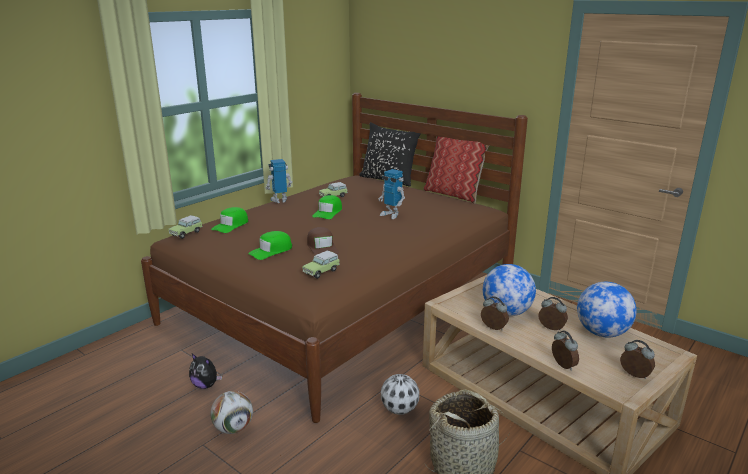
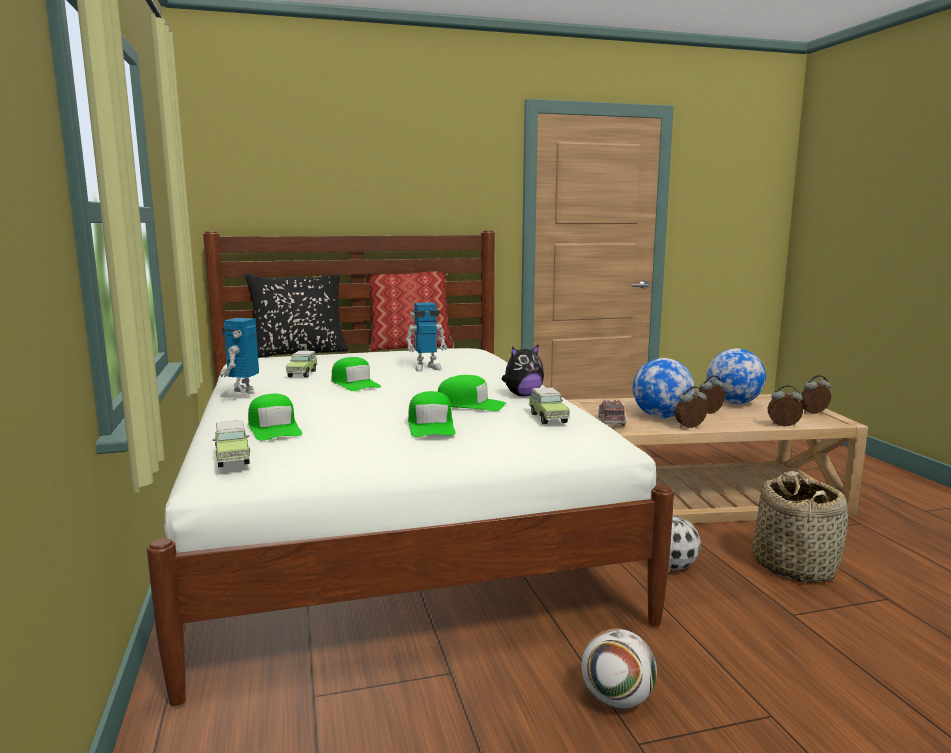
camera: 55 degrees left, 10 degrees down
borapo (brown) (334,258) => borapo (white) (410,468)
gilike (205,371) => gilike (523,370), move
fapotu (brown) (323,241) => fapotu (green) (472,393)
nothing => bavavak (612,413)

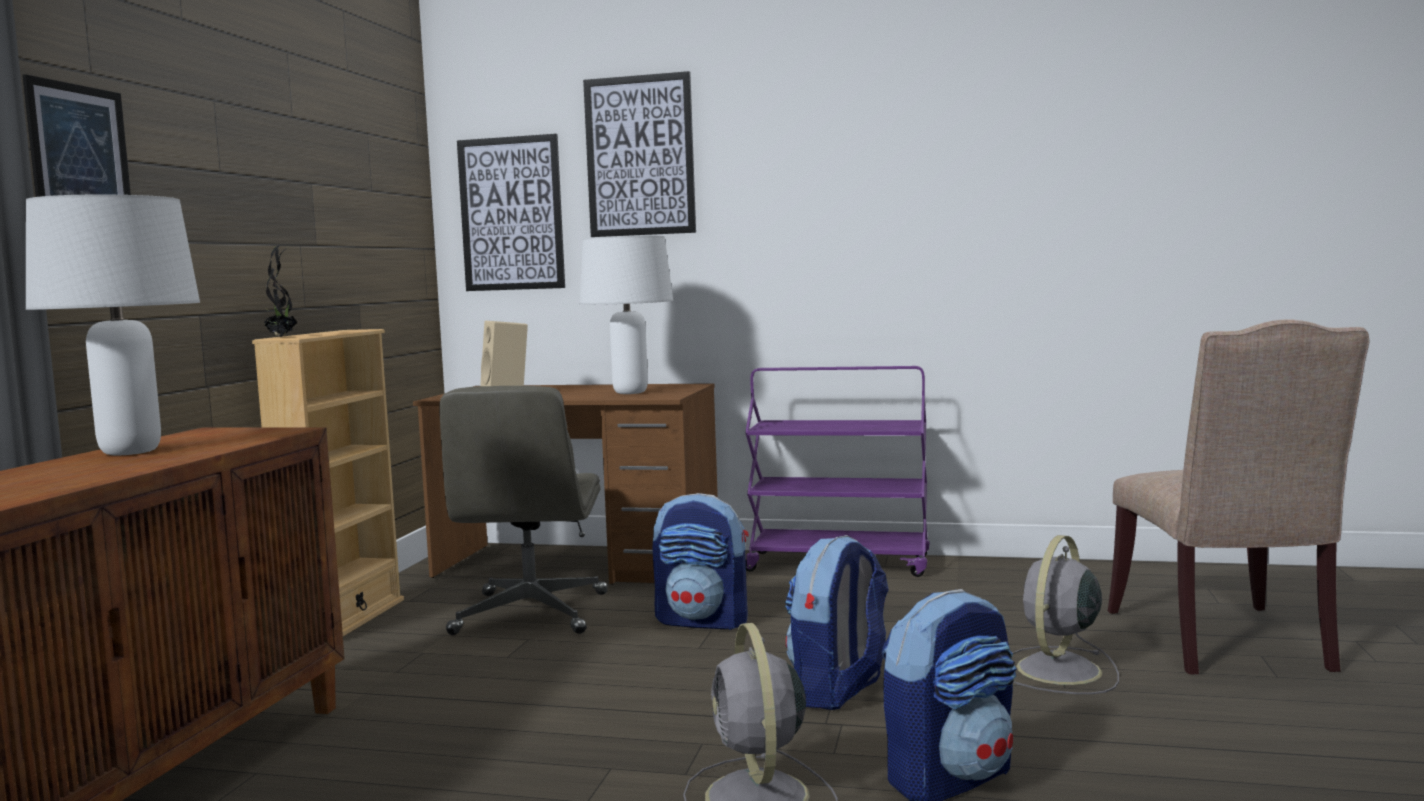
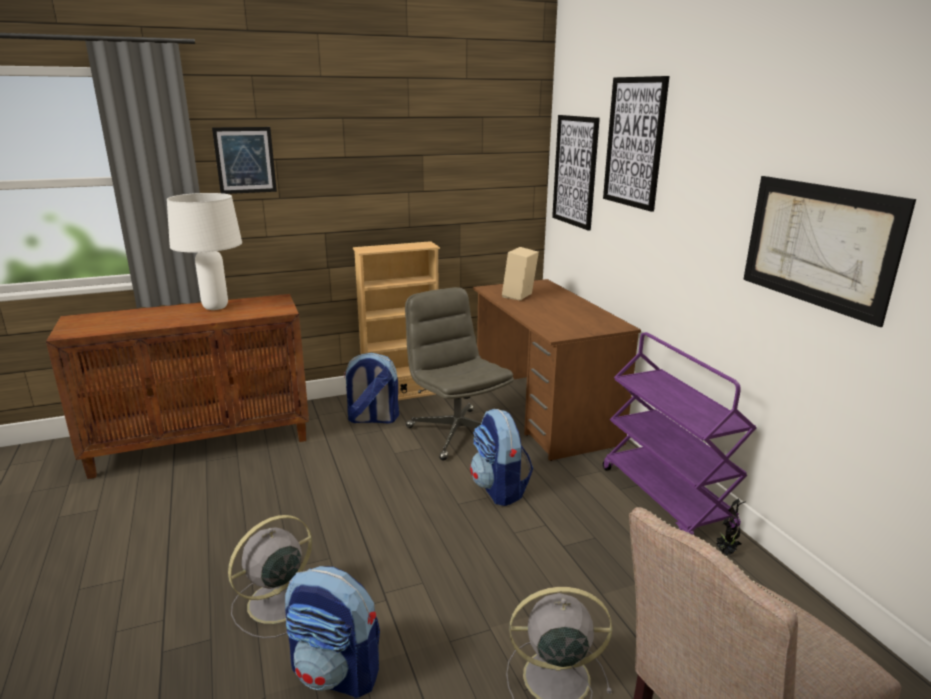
camera: 55 degrees right, 15 degrees up
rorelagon (281,291) => rorelagon (731,527), move
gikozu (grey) (523,510) => gikozu (grey) (459,374), 90 degrees clockwise
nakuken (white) (626,315) => nothing
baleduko (837,622) => baleduko (371,388), move
nothing => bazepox (829,251)

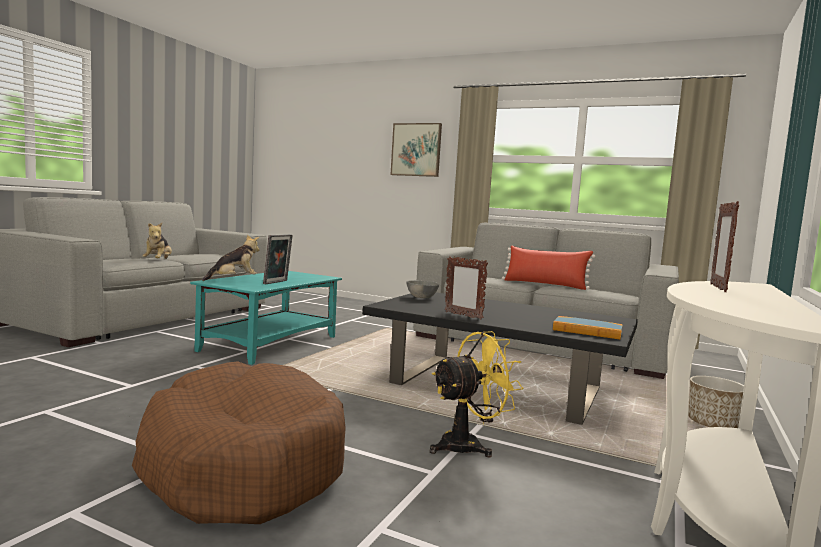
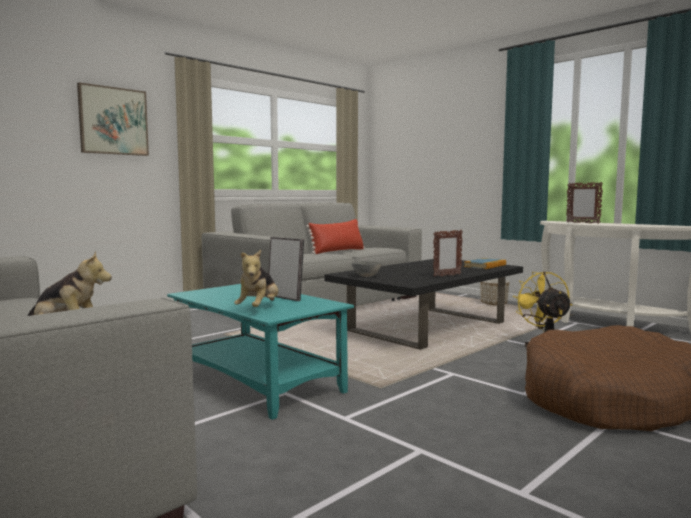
camera: 70 degrees left, 0 degrees up
gilike (231,258) => gilike (256,278), 150 degrees counterclockwise

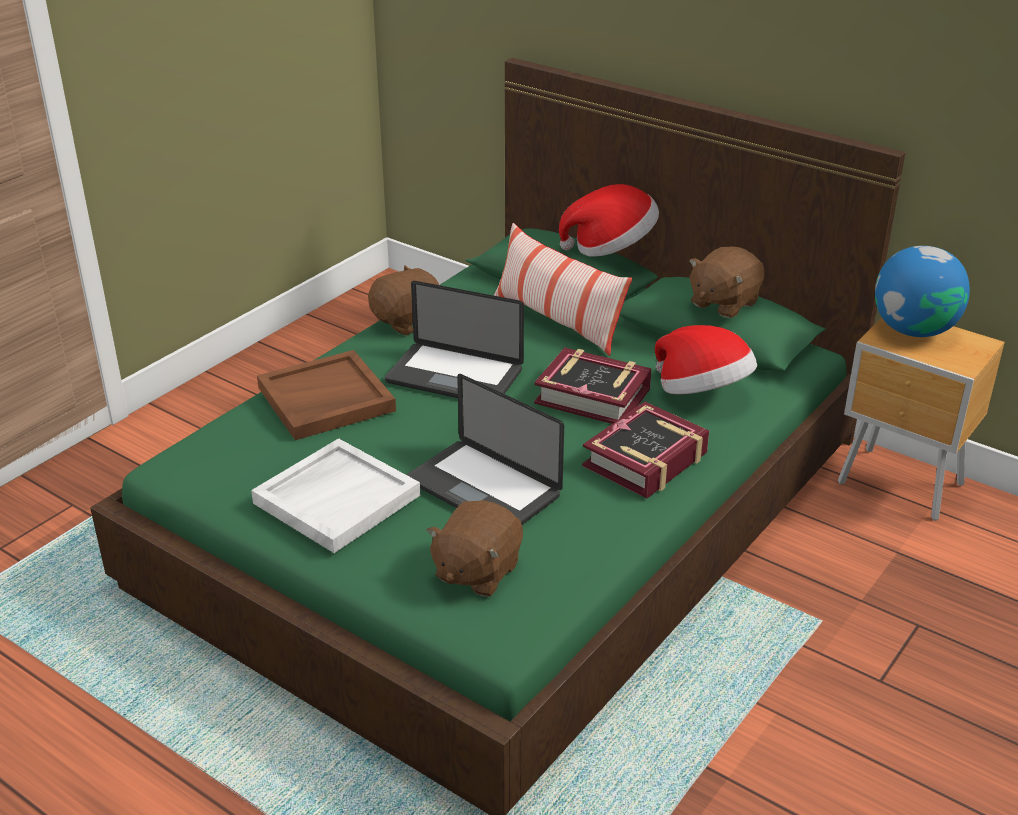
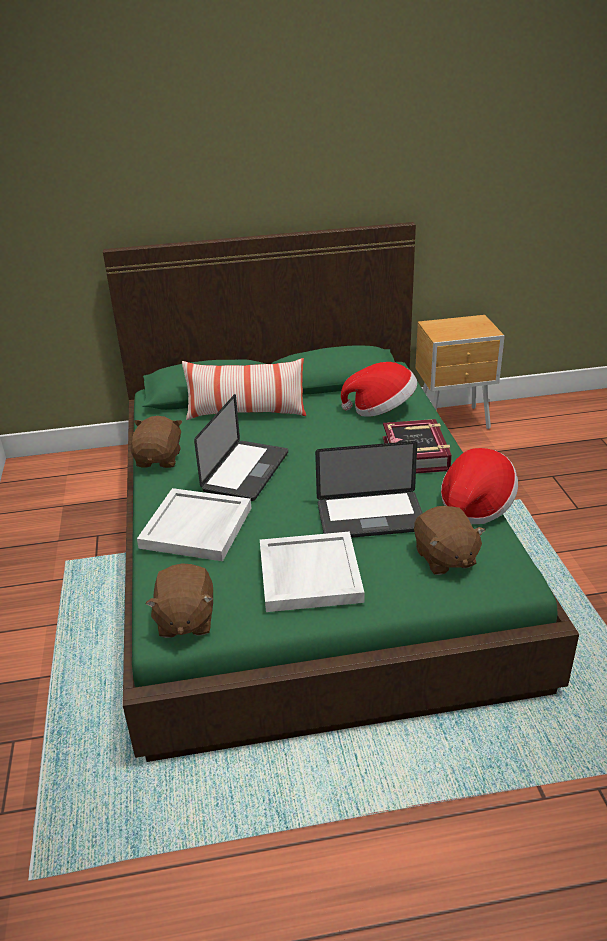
camera: 45 degrees left, 0 degrees up
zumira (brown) (326,395) => zumira (white) (194,524)
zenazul (454,339) => zenazul (241,447), 45 degrees counterclockwise
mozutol (593,385) => nothing
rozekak (609,220) => rozekak (479,486), move
gilike (brown) (727,282) => gilike (brown) (179,601), move
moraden (922,291) => nothing

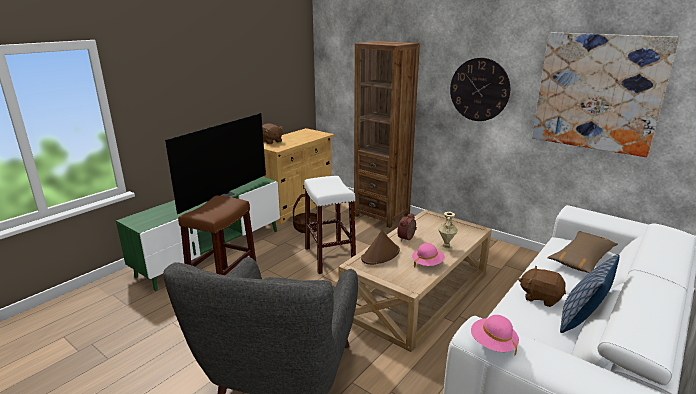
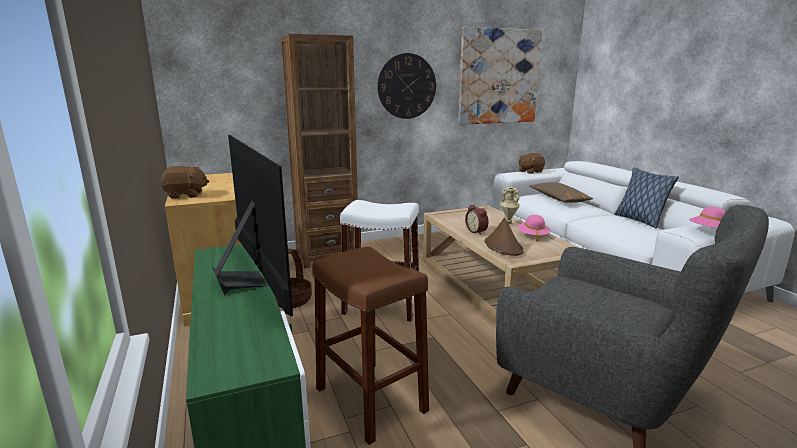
camera: 60 degrees left, 5 degrees down
gilike (brown) (542,286) => gilike (brown) (532,163), move

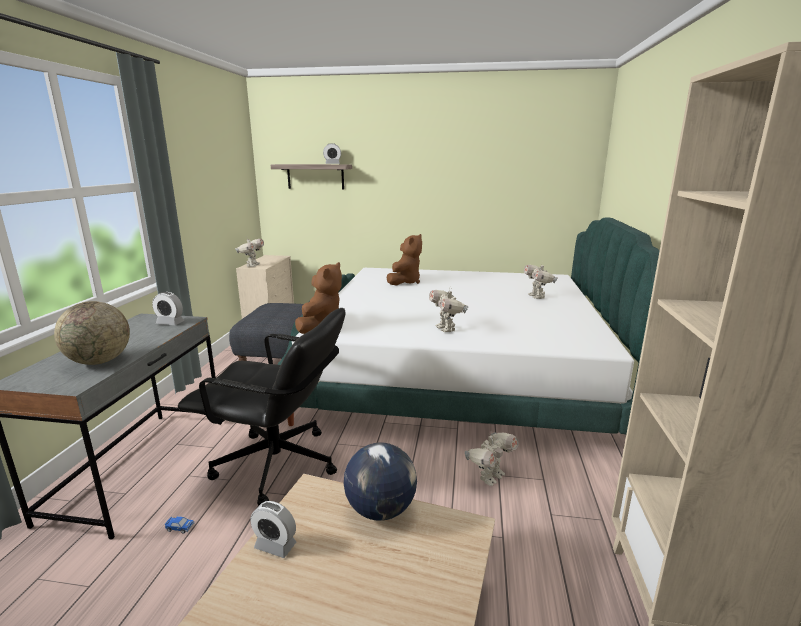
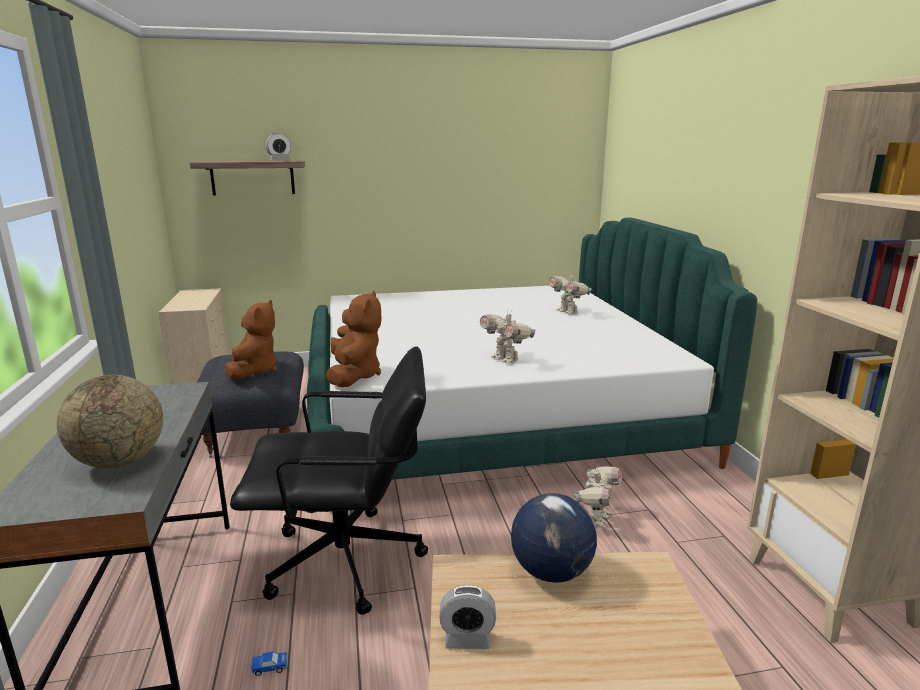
camera: 20 degrees left, 0 degrees up
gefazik (168,308) => nothing
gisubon (249,253) => nothing
gilike (brown) (404,259) => gilike (brown) (251,340), move

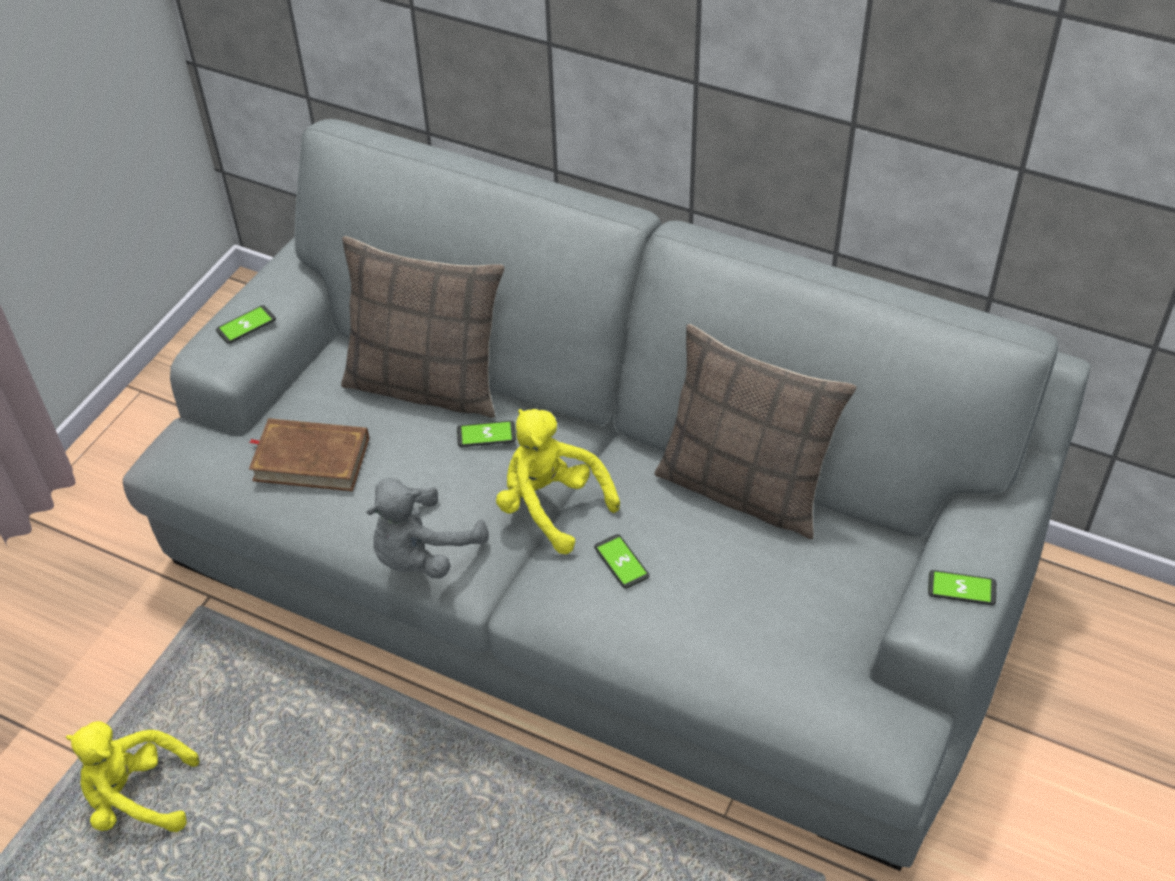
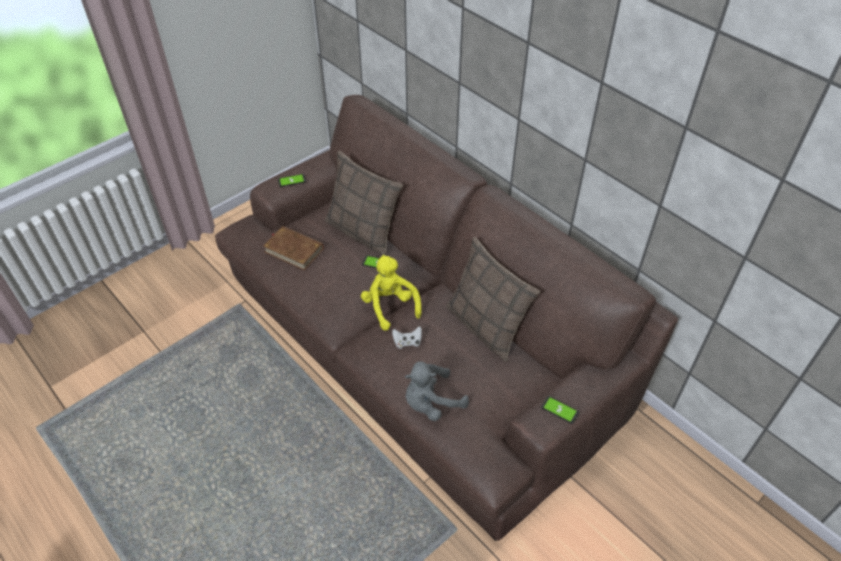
camera: 20 degrees right, 0 degrees up
gilike (yellow) (133,776) => nothing
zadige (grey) (607,495) => zadige (brown) (446,318)
gilike (grey) (427,528) => gilike (grey) (437,391), move
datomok (622,561) => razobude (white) (407,337)

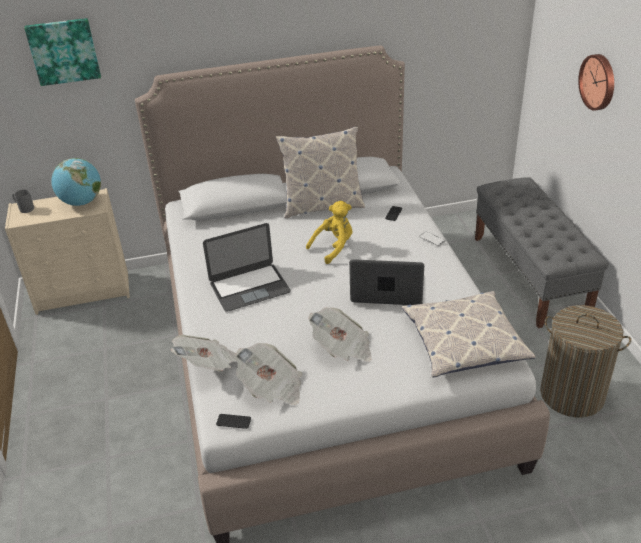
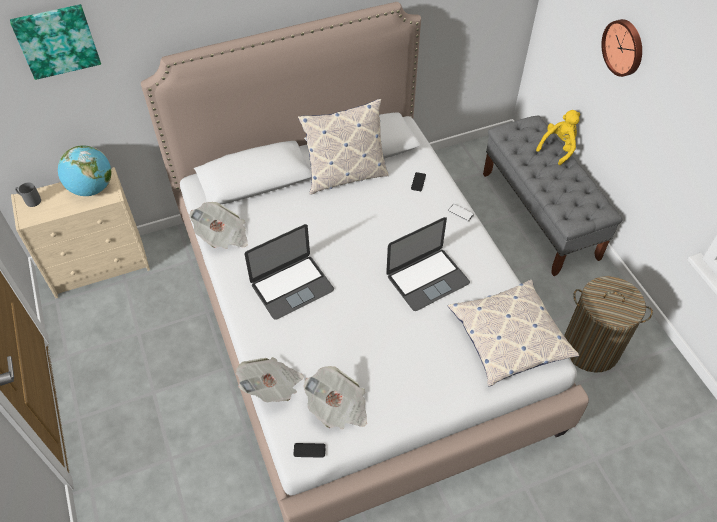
camera: 10 degrees left, 15 degrees up
gilike (yellow) (329,232) => gilike (yellow) (558,137), move
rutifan (340,334) => rutifan (219,225), move
zenazul (386,282) => zenazul (428,264), 150 degrees clockwise

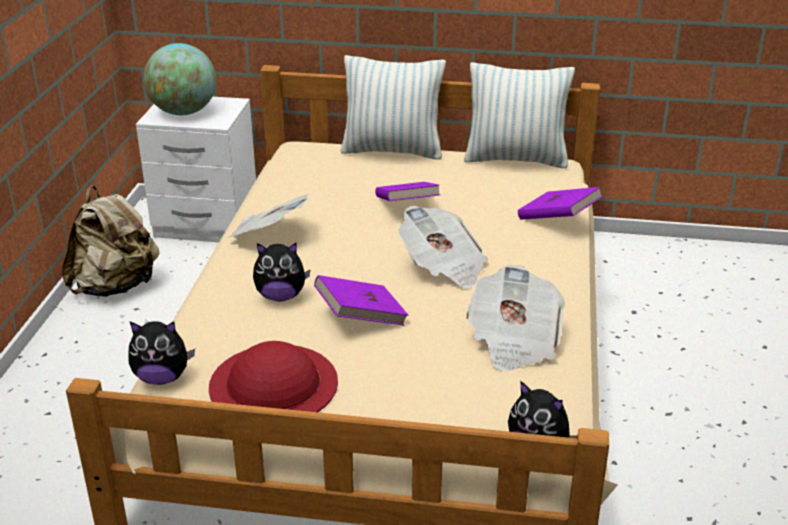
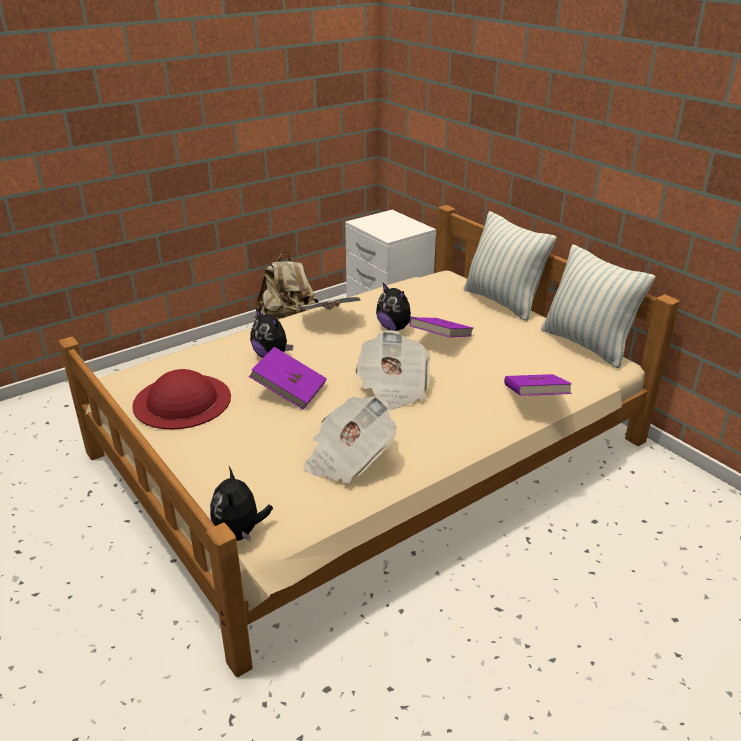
camera: 45 degrees right, 0 degrees up
gilike (161,353) => gilike (396,307), move
moraden (180,79) => nothing

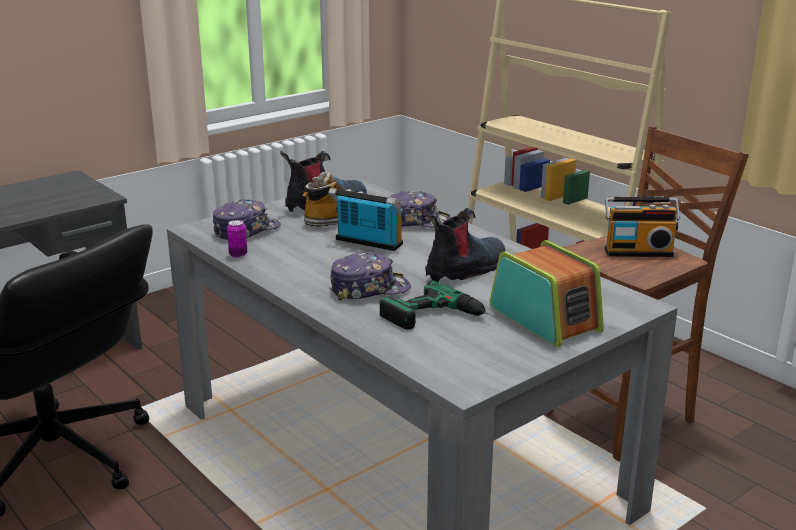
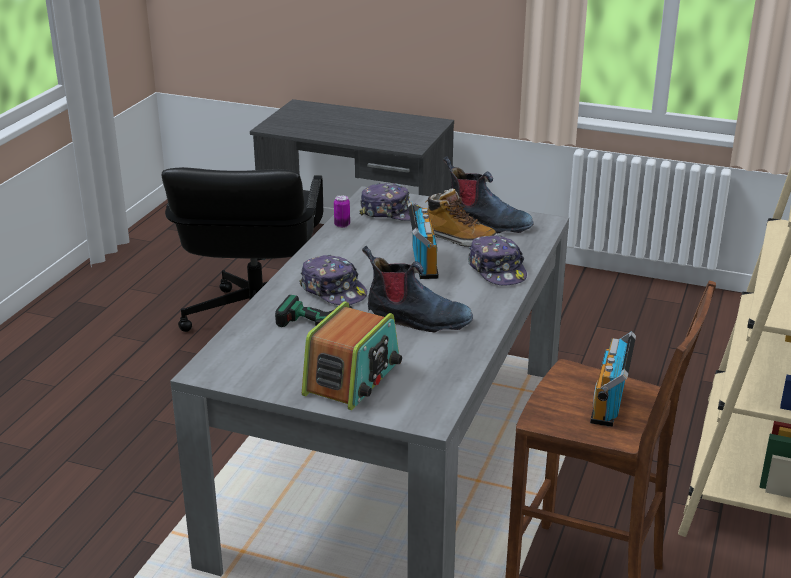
camera: 60 degrees right, 5 degrees up
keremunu (642,227) => keremunu (613,379), 45 degrees clockwise

